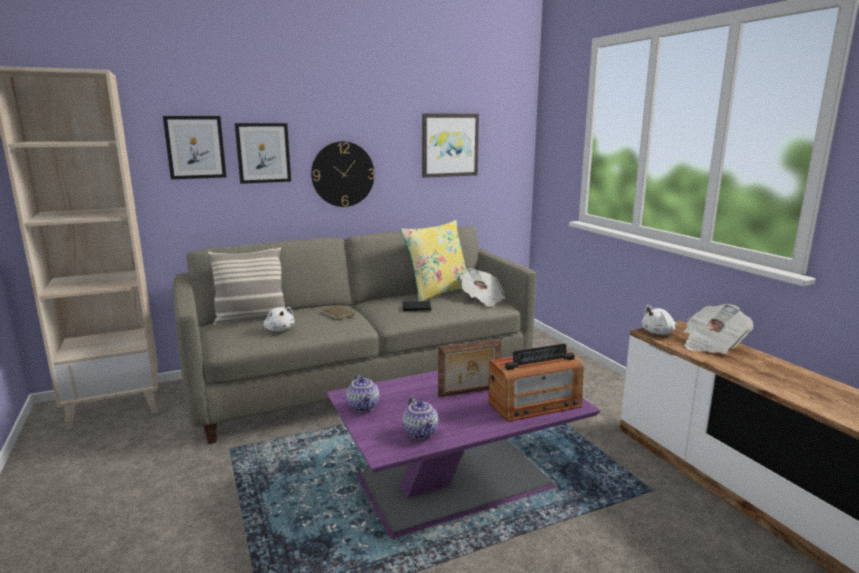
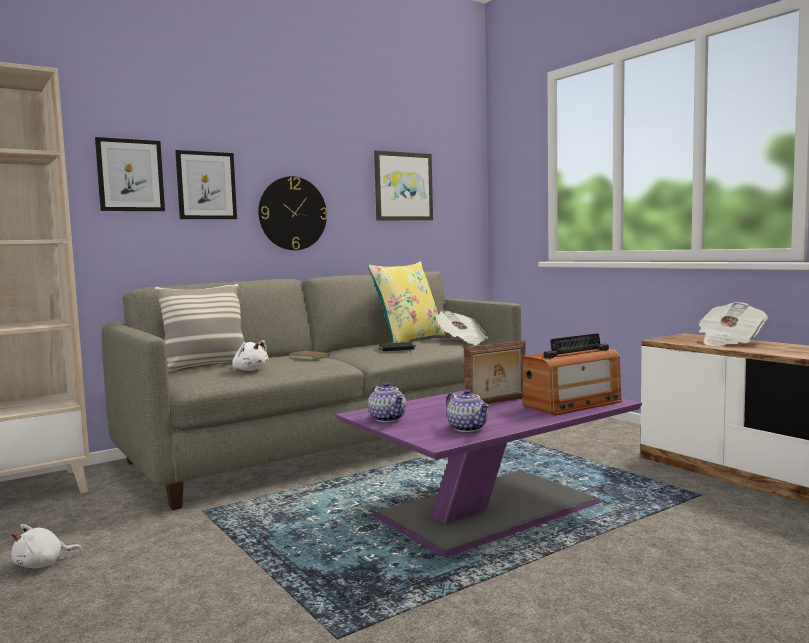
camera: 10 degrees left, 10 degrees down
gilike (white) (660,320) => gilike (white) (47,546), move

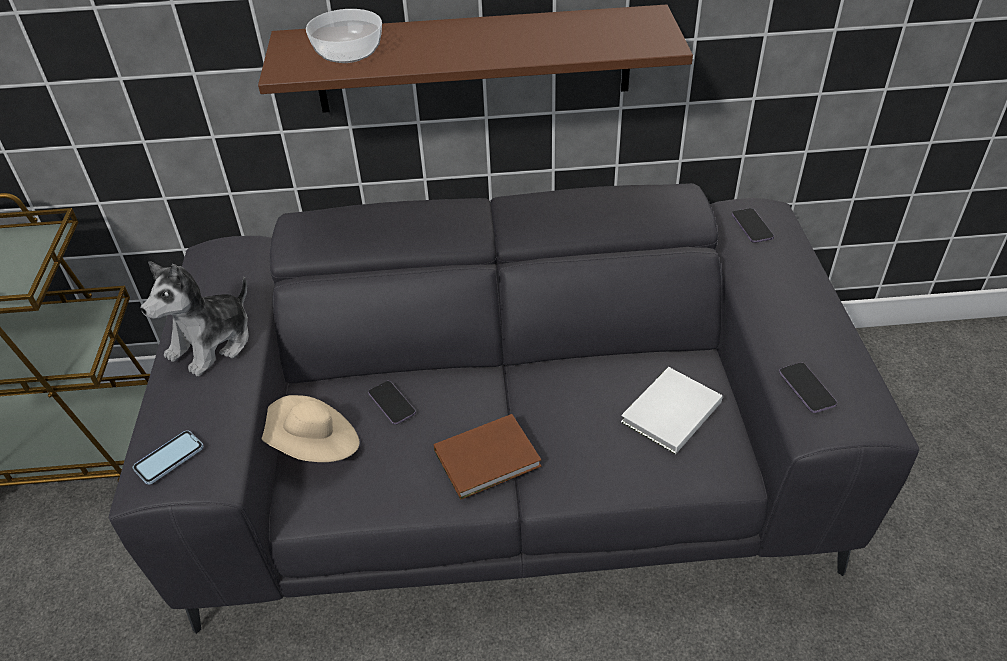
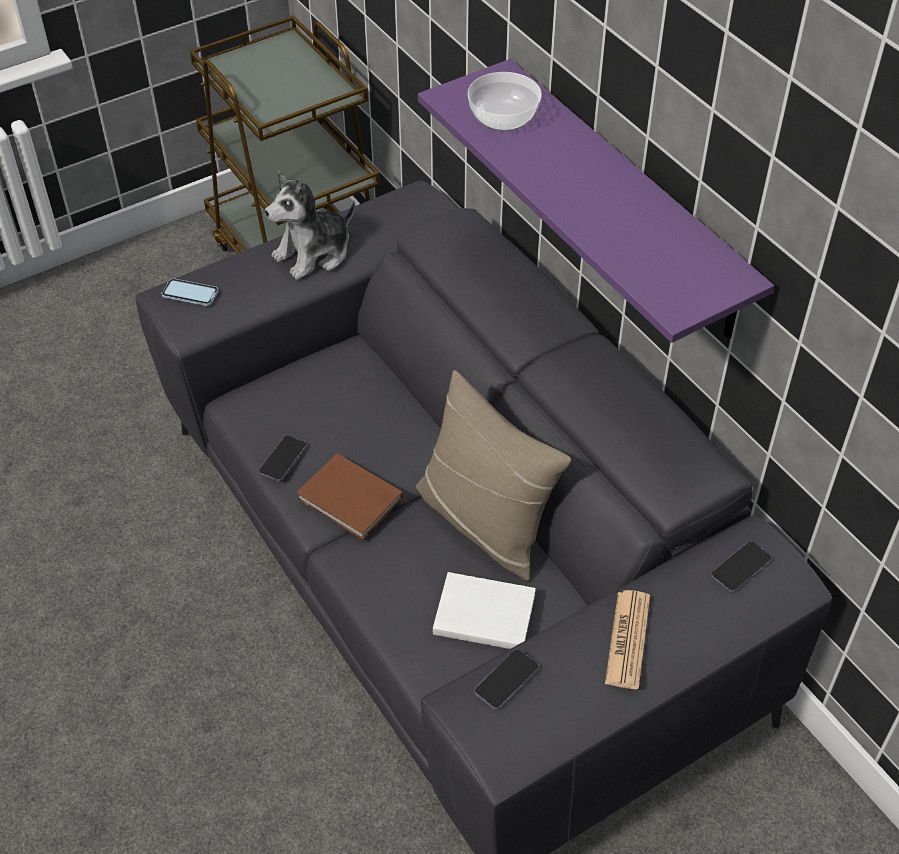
camera: 60 degrees right, 5 degrees up
gilike (195,318) => gilike (310,225), 45 degrees counterclockwise
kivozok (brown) (475,58) => kivozok (purple) (596,201)
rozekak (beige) (311,428) => nothing
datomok (392,403) => datomok (283,458), move
nothing => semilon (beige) (493,475)
nothing => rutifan (627,639)

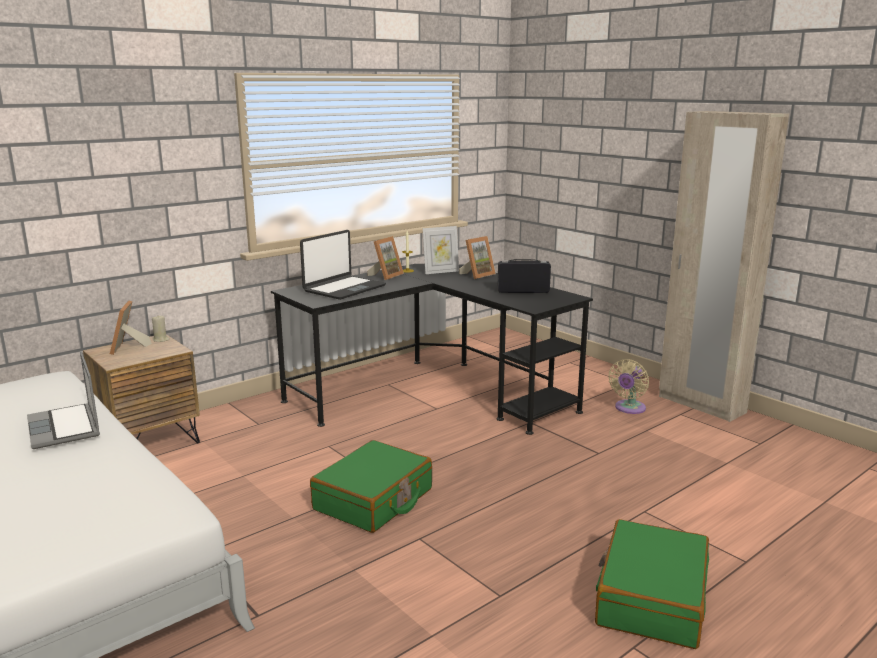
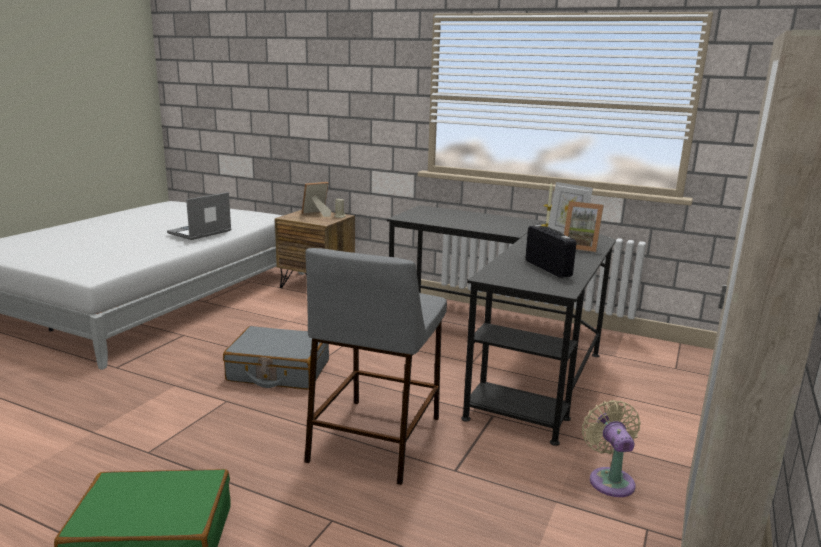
camera: 65 degrees right, 0 degrees up
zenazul (343,265) => nothing
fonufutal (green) (371,486) => fonufutal (grey) (276,358)
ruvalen (385,258) => nothing
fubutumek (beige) (629,386) => fubutumek (beige) (611,448), 75 degrees clockwise
nothing => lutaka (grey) (375,366)

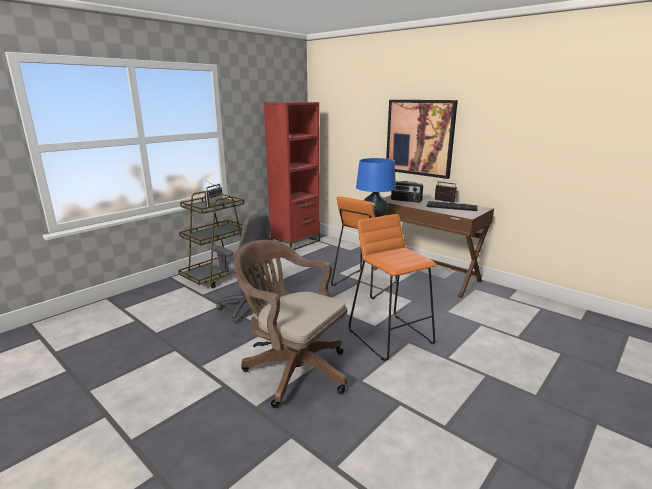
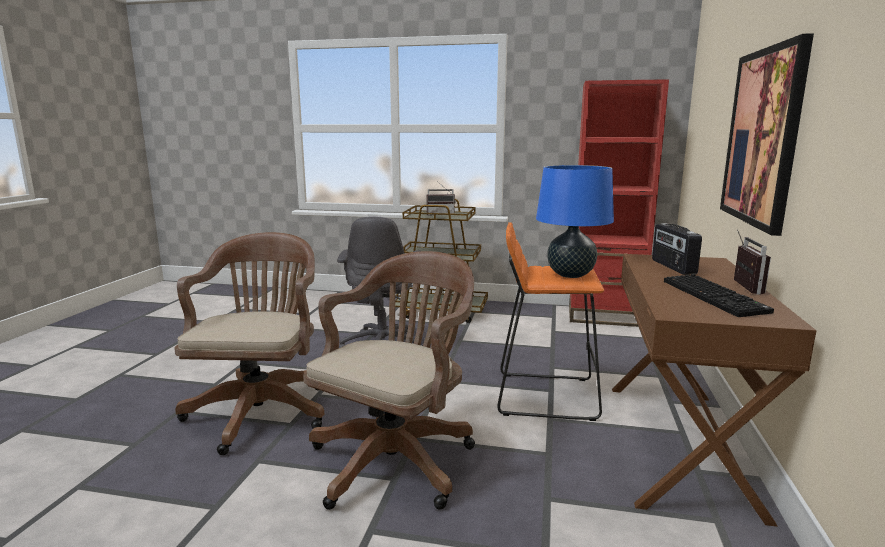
camera: 60 degrees right, 5 degrees down
lutaka (orange) (392,287) => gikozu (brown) (389,380)

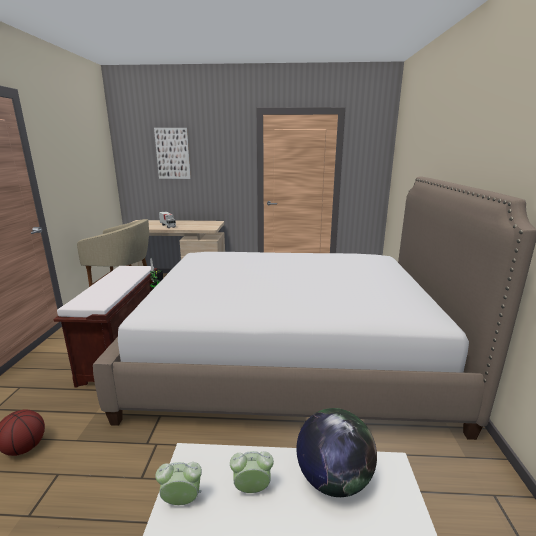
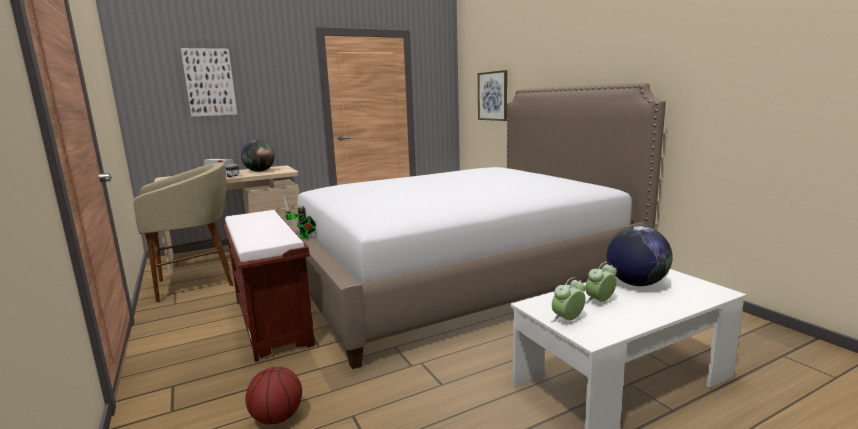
camera: 30 degrees left, 5 degrees down
nothing => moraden (258,156)
nothing => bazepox (492,95)

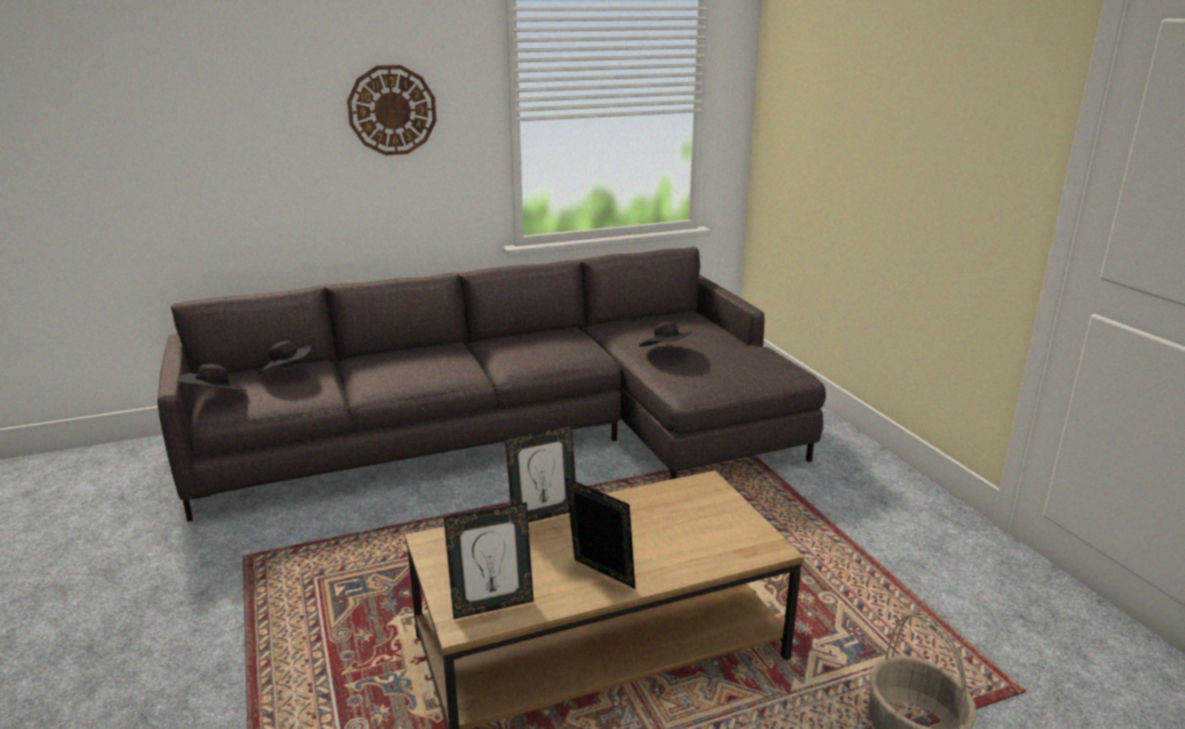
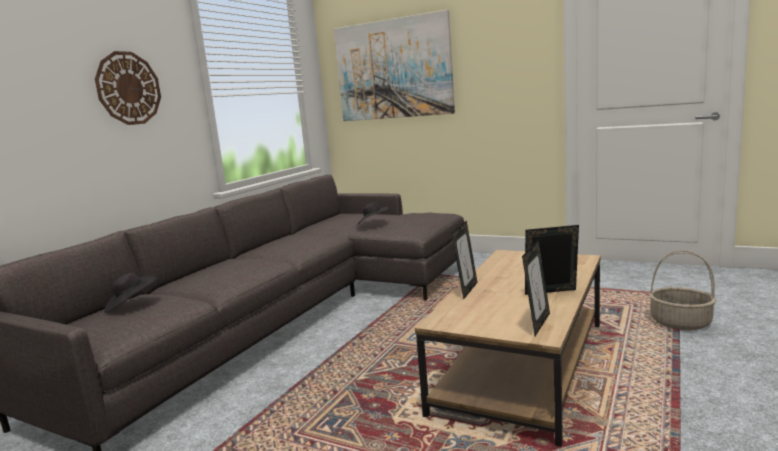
camera: 40 degrees left, 10 degrees down
rozekak (black) (212,377) => nothing
nothing => bazepox (394,65)

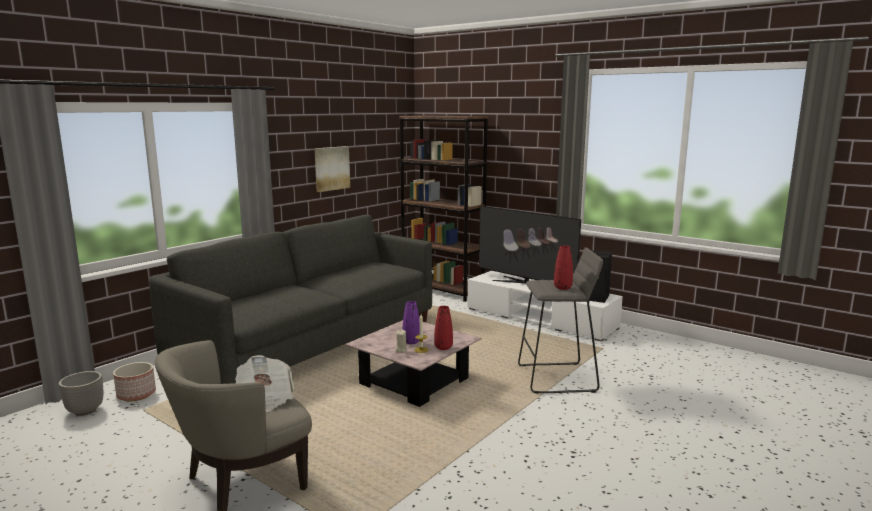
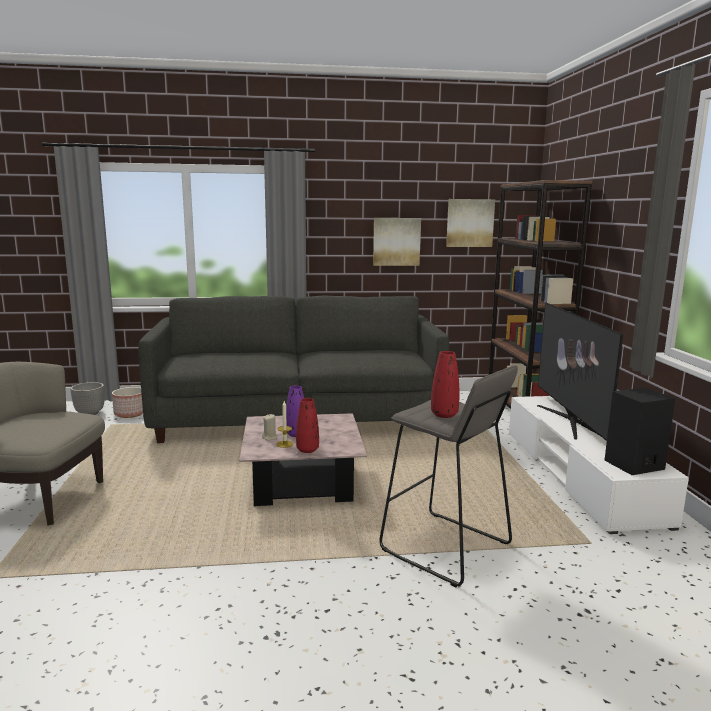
camera: 45 degrees right, 0 degrees up
rutifan (264,383) => nothing
nothing => bazepox (470,223)

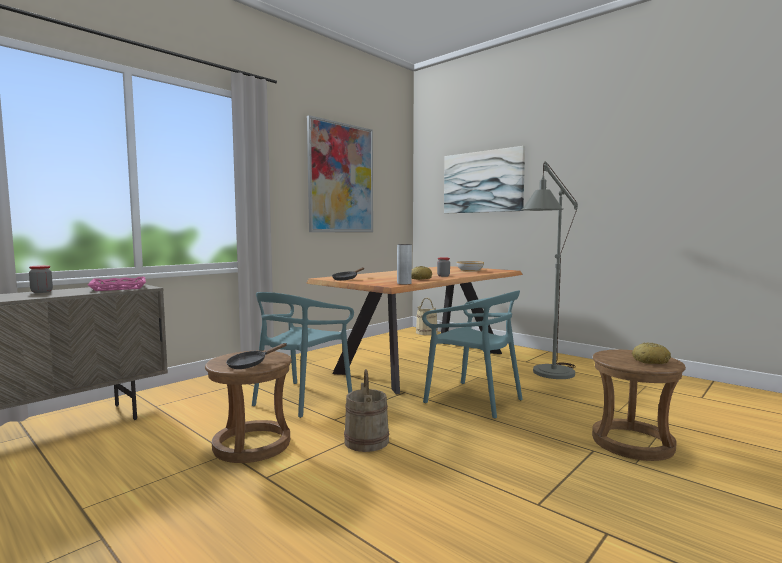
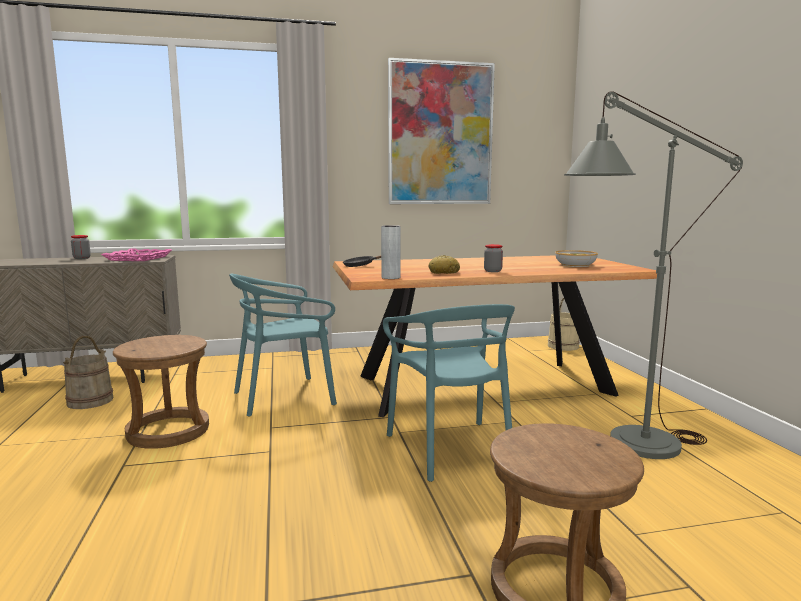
camera: 35 degrees right, 5 degrees up
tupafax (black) (256,356) => nothing
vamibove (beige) (367,410) => vamibove (beige) (88,372), move
bazepox (484,179) => nothing
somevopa (651,353) => nothing

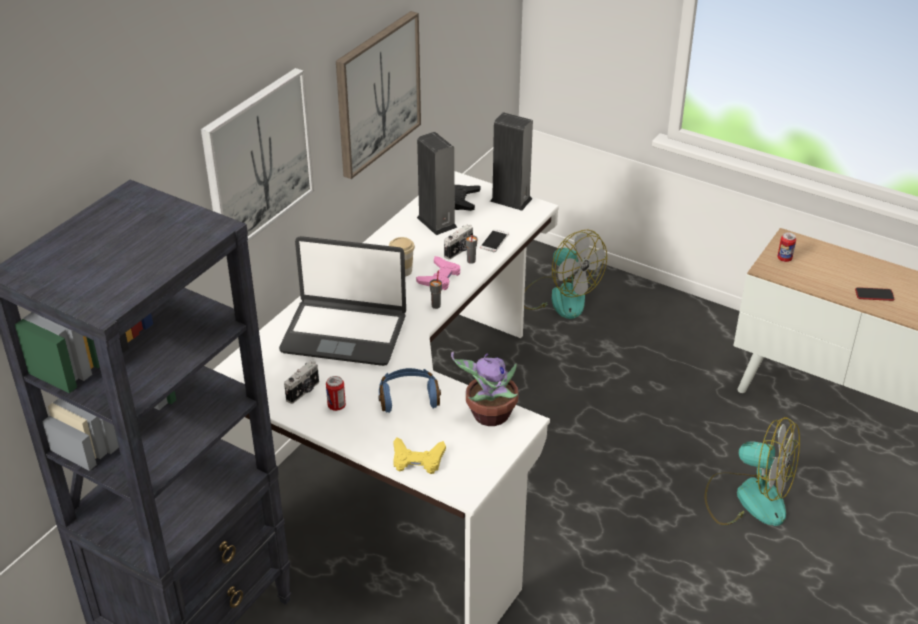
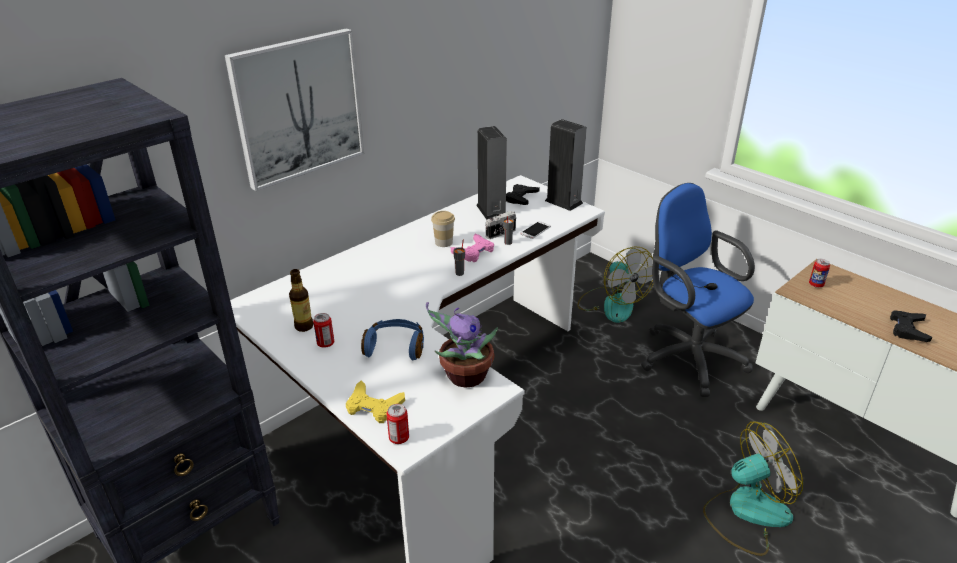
camera: 15 degrees right, 5 degrees down
zenazul (342,301) => nothing
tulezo (301,382) => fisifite (301,300)
bazepox (378,95) => nothing
fubutumek (752,471) => fubutumek (753,488), 60 degrees counterclockwise
datomok (874,294) => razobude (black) (911,326)
nothing => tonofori (397,424)
nothing => gikozu (blue) (698,290)

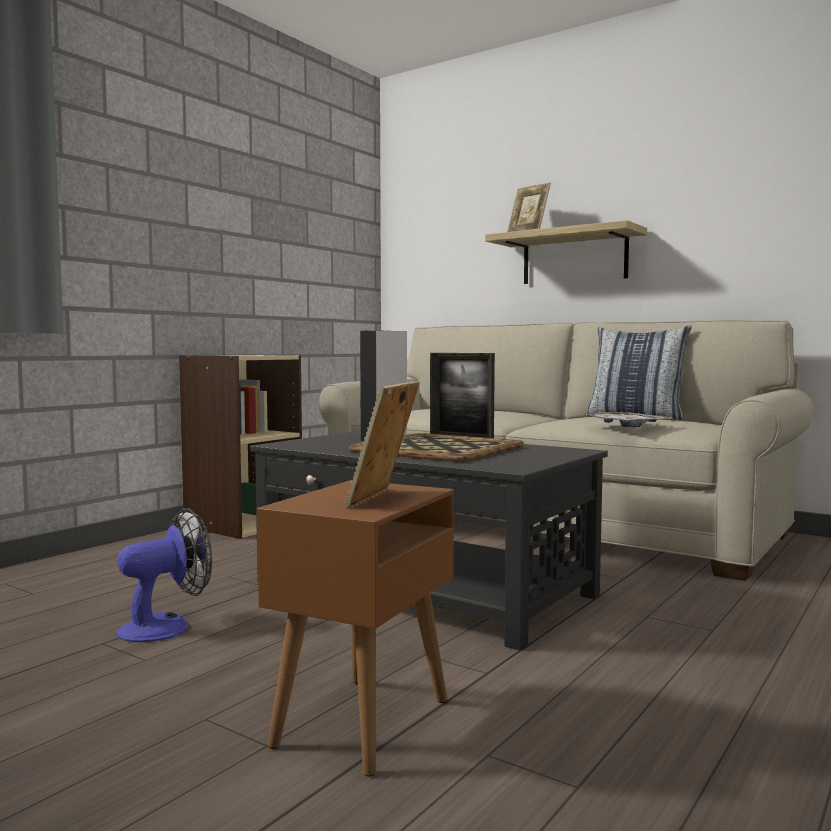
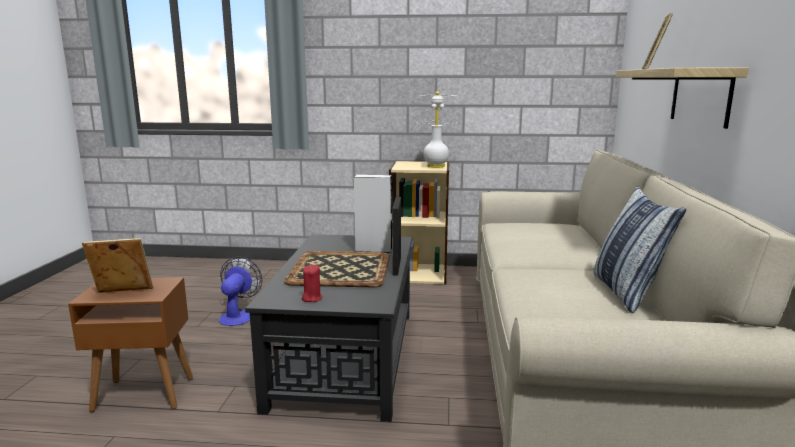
camera: 60 degrees right, 10 degrees up
fubutumek (164,575) => fubutumek (240,291), 105 degrees counterclockwise
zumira (629,419) => nothing
nothing => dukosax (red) (312,283)
nothing => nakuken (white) (437,129)

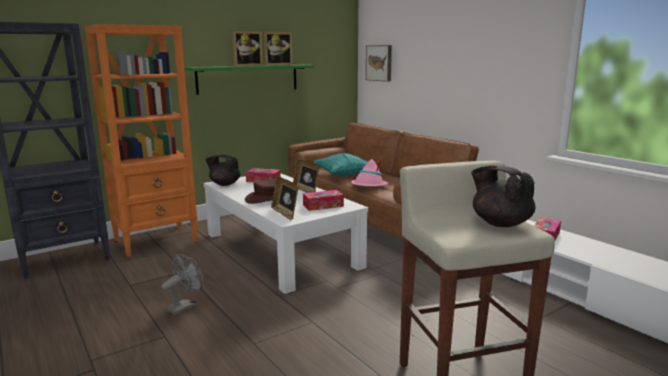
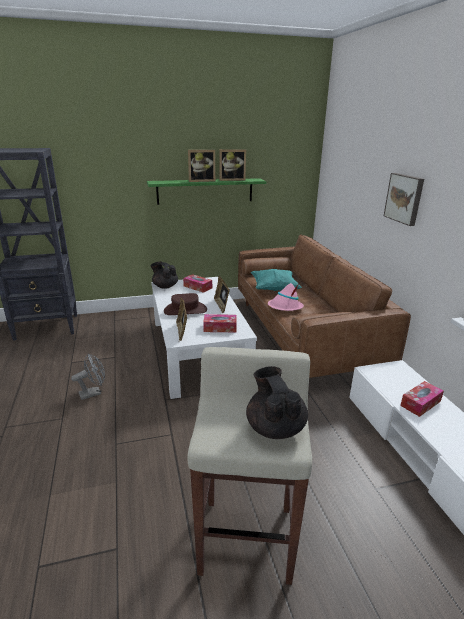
camera: 20 degrees right, 10 degrees up
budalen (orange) (141,140) => nothing
bazepox (379,63) => bazepox (404,199), move

